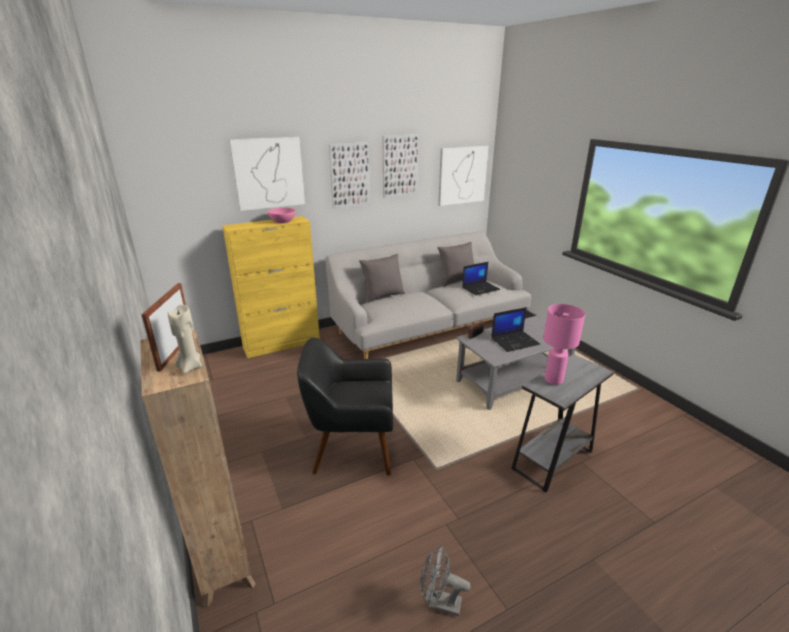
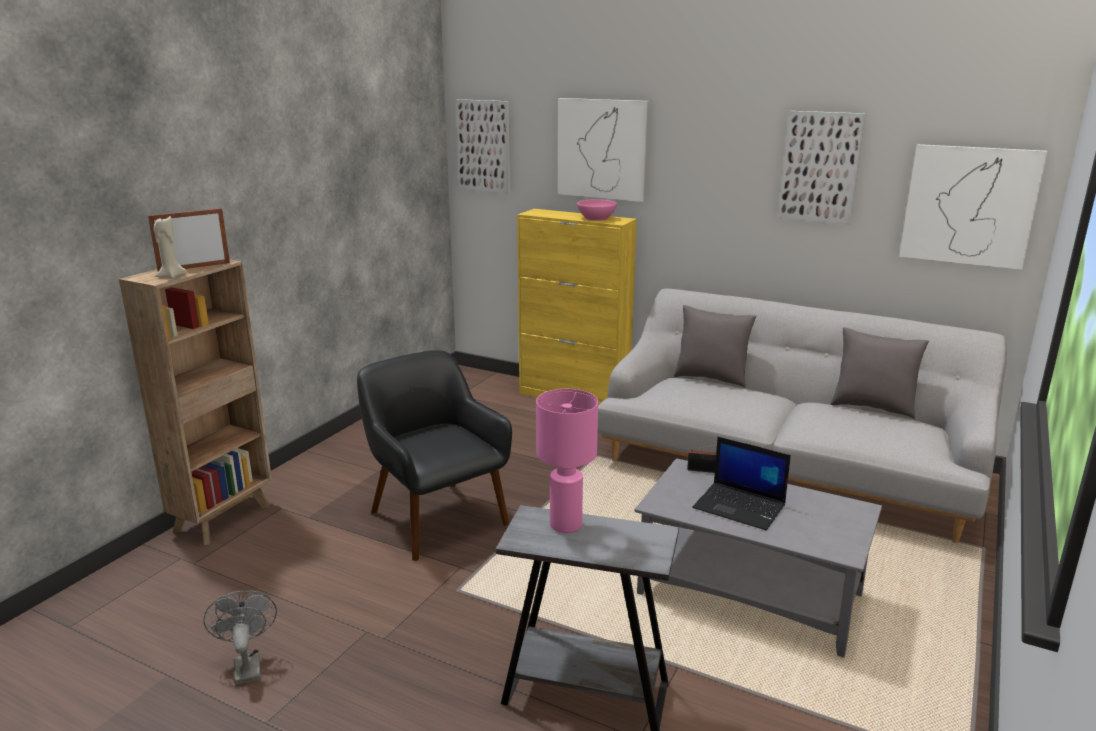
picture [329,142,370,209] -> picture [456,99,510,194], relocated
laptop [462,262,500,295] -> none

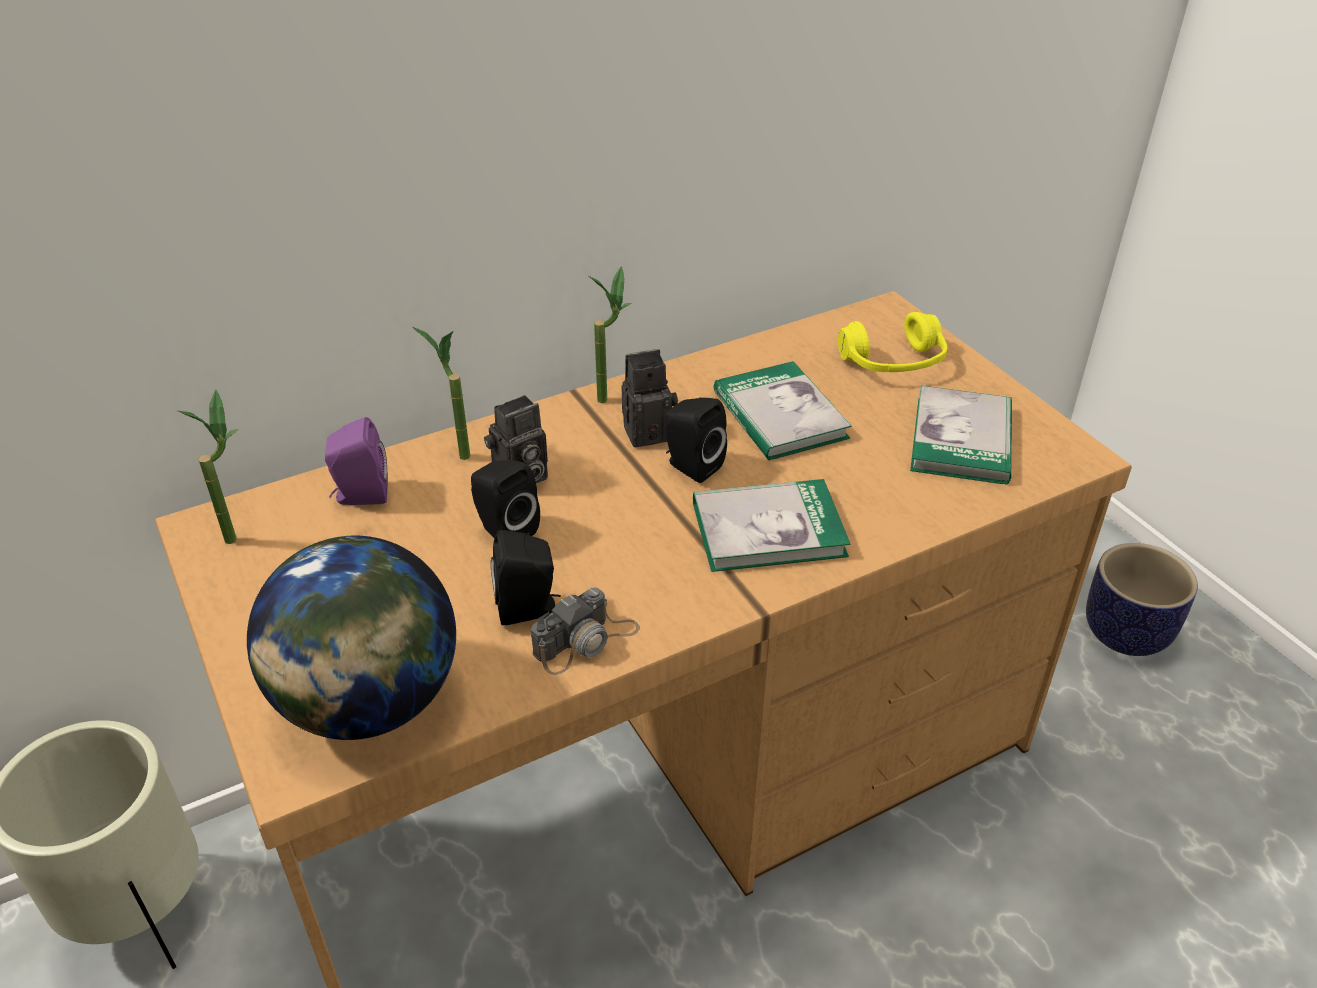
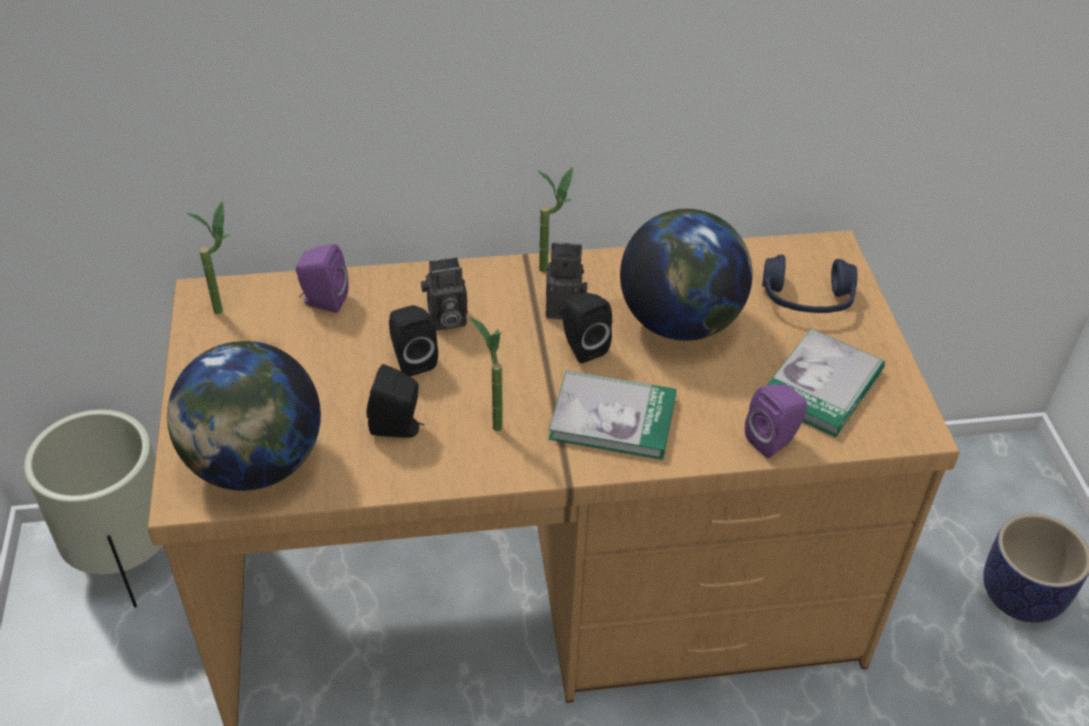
potted plant [413,327,470,460] -> potted plant [469,317,503,431], relocated
photo camera [531,588,640,675] -> none
book [714,361,852,461] -> globe [620,209,753,341]
yellow headphones [838,312,947,372] -> blue headphones [762,255,858,313]
none -> purple speaker [745,384,807,458]

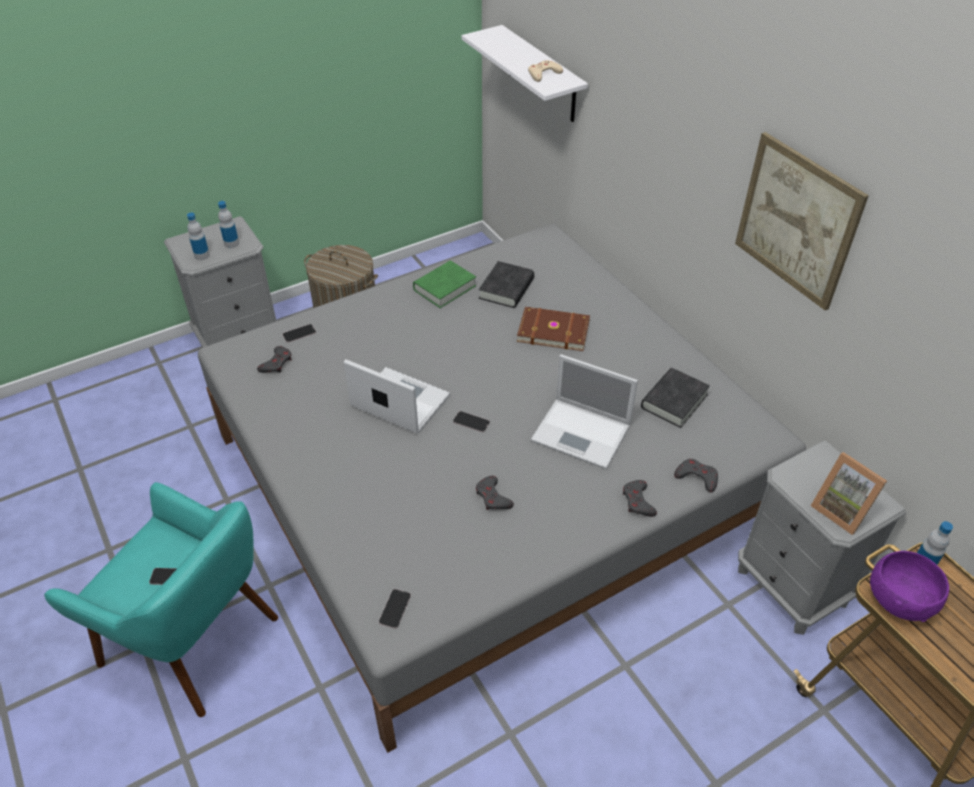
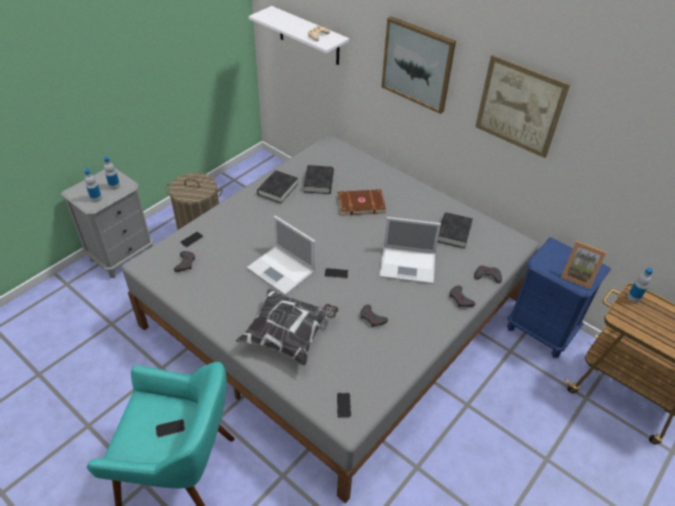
laptop [344,359,450,433] -> laptop [247,216,316,296], 150 degrees counterclockwise
green book [413,261,476,308] -> black book [257,170,298,203]
grey nightstand [738,441,906,635] -> blue nightstand [507,237,611,358]
purple bowl [870,551,949,622] -> none
none -> pillow [235,289,339,366]
none -> picture [381,16,456,114]

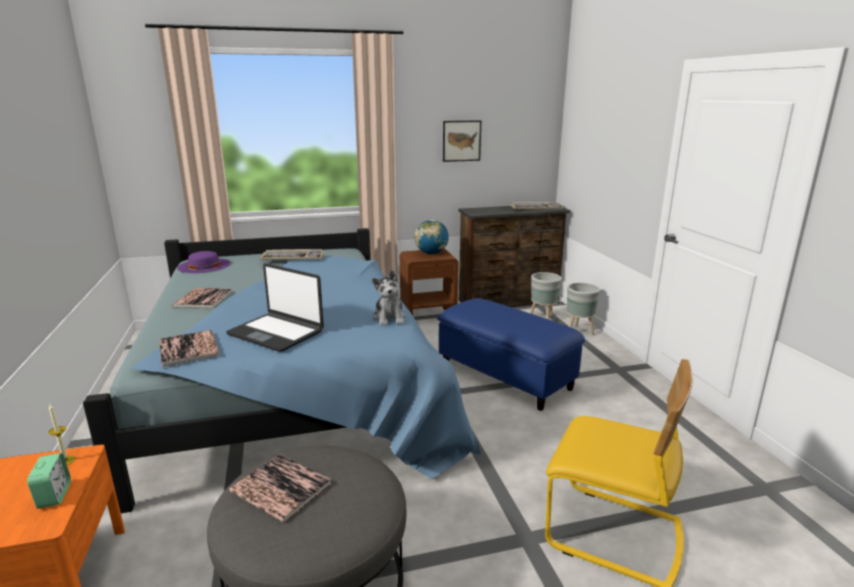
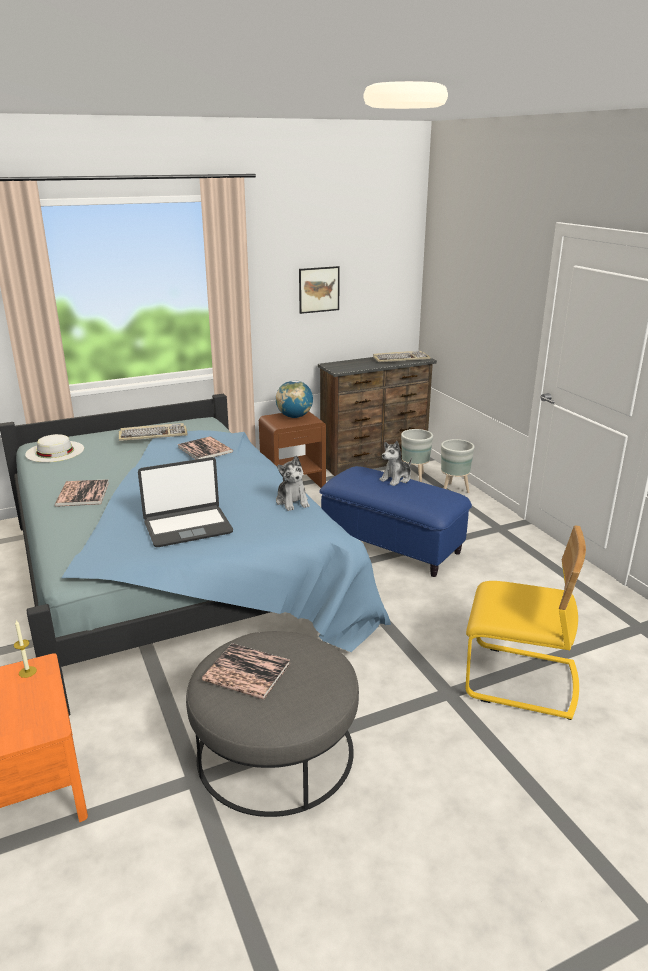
alarm clock [27,453,71,509] -> none
book [159,330,220,367] -> book [178,436,233,459], relocated
purple hat [177,251,231,273] -> white hat [25,434,84,462]
laptop [226,263,324,352] -> laptop [138,457,233,547], 45 degrees counterclockwise
none -> plush toy [379,441,412,486]

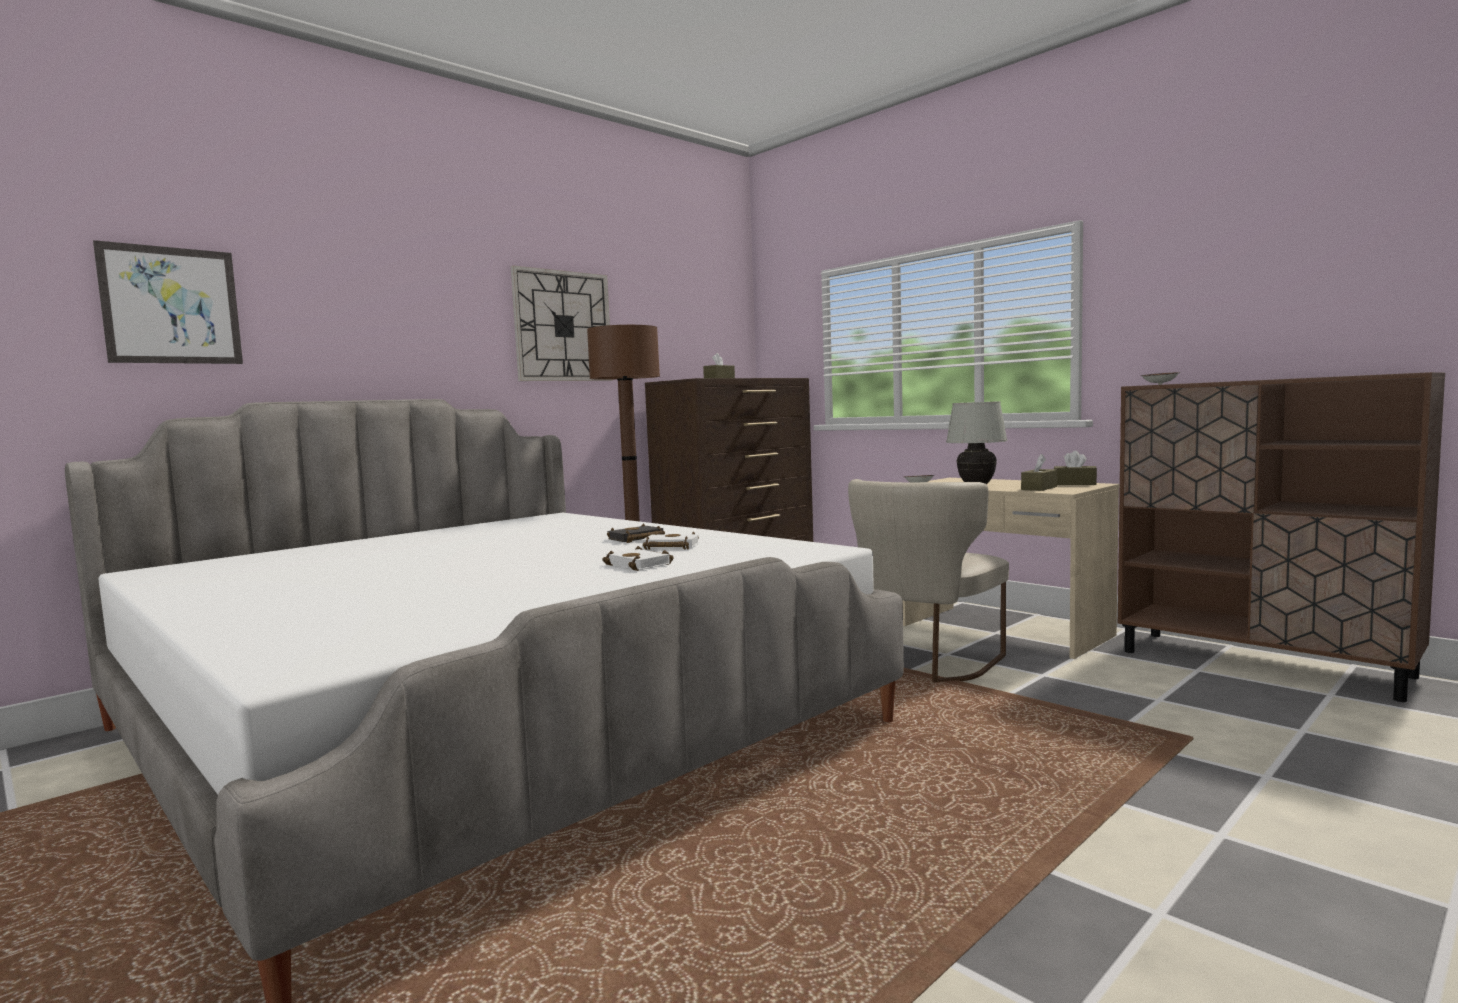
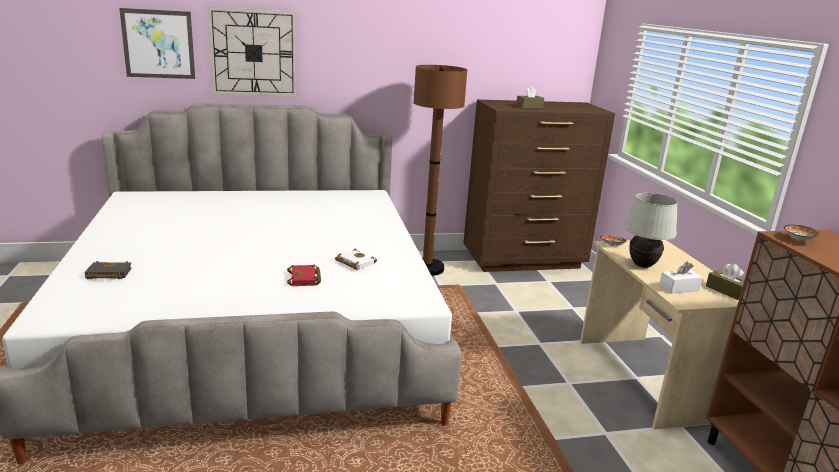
wall clock [511,266,613,381] -> wall clock [208,7,297,97], relocated
white book [602,546,674,571] -> red book [287,265,321,286]
black book [607,523,665,543] -> black book [85,261,132,279], relocated
beige chair [848,479,1009,682] -> none
brown tissue box [1021,454,1057,491] -> white tissue box [659,261,703,294]

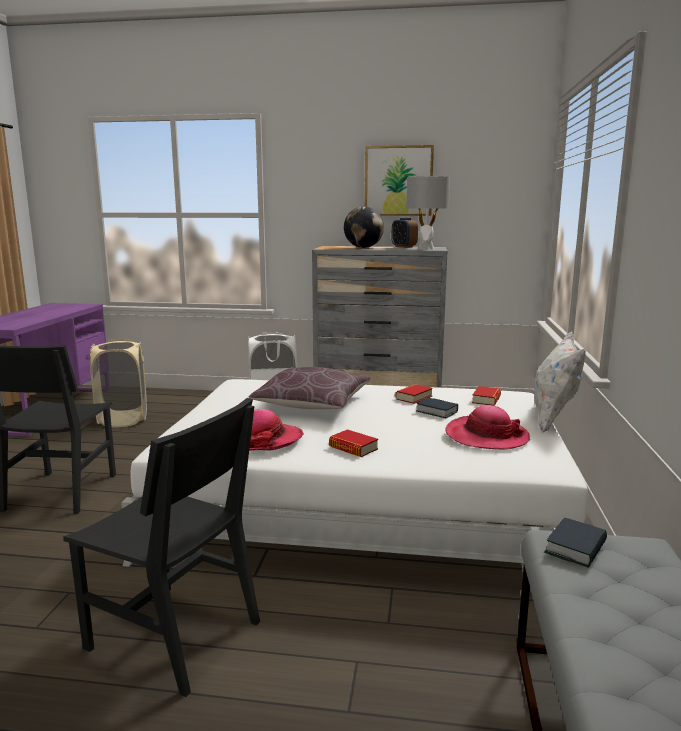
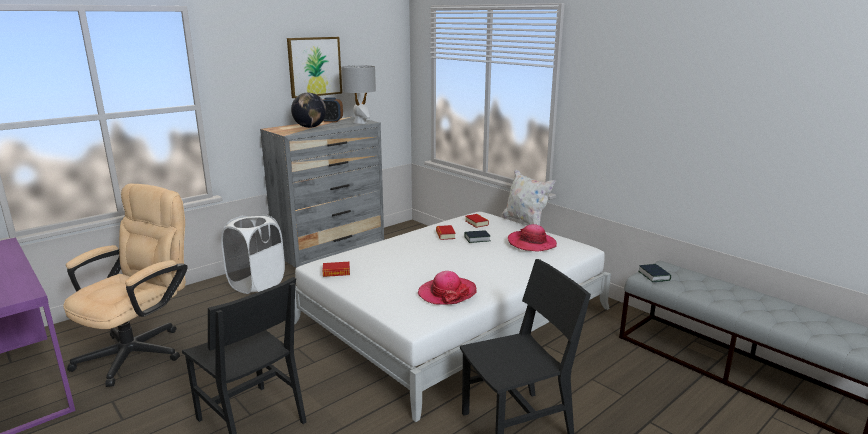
beige laundry basket [90,339,147,427] -> beige office chair [63,184,188,387]
brown pillow [248,367,371,409] -> none
book [329,429,378,457] -> book [323,262,350,277], relocated

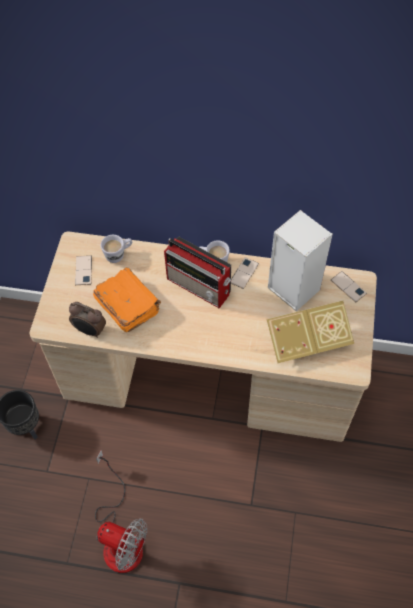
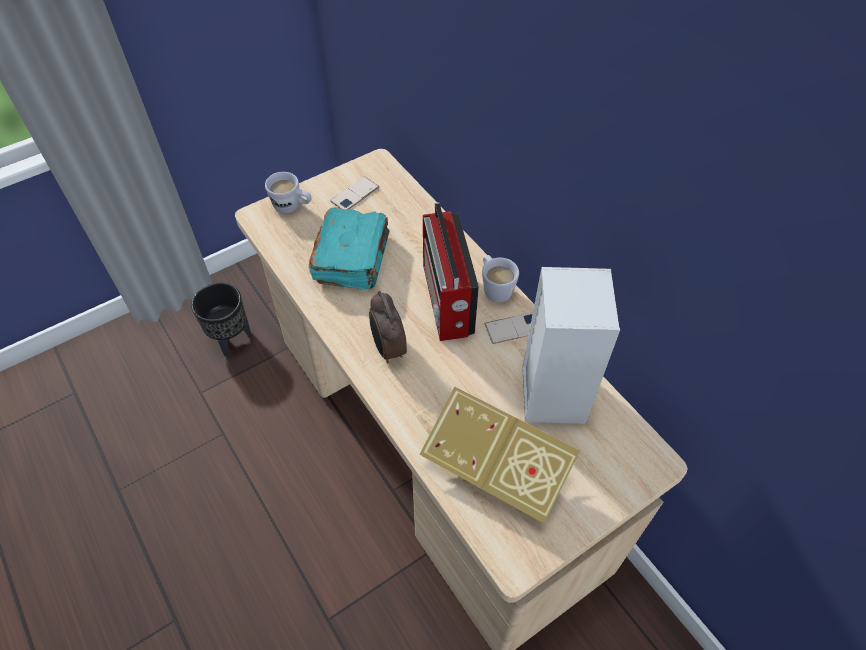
alarm clock [69,302,106,338] -> alarm clock [369,291,407,364], relocated
orange book [93,268,161,332] -> turquoise book [309,207,389,290]
fan [95,450,147,573] -> none
white mug [101,235,132,263] -> white mug [265,172,311,214], relocated
phone [331,271,367,302] -> none

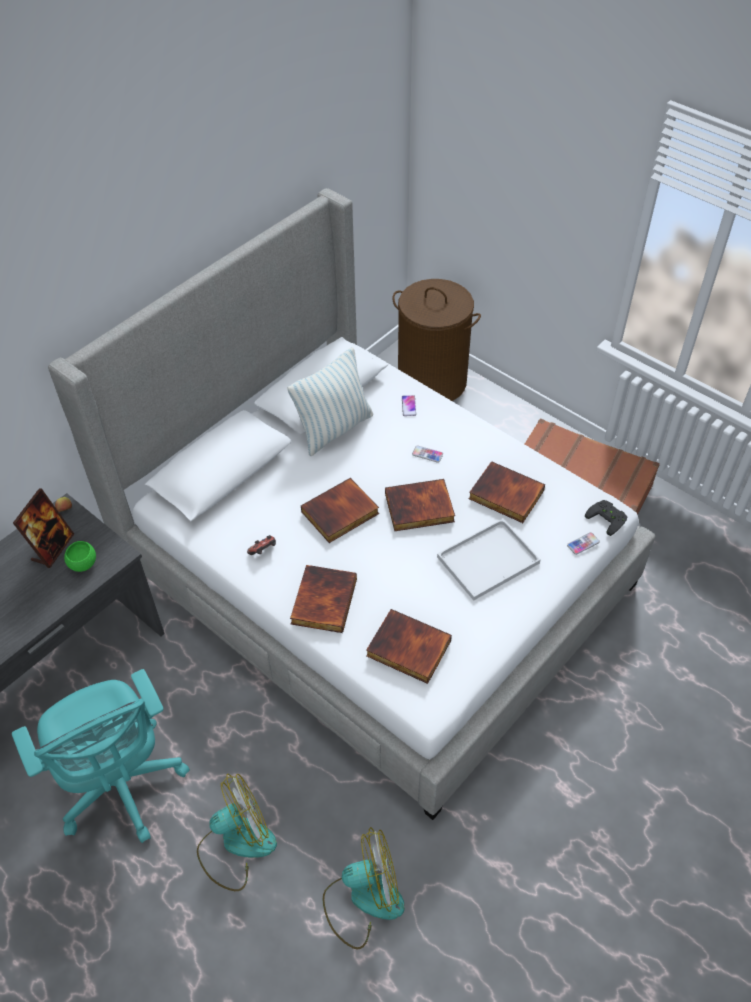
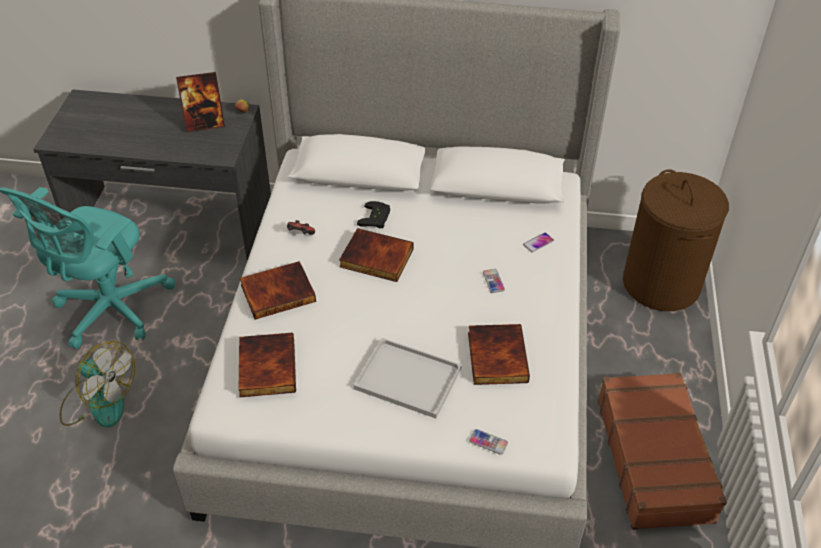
green bowl [64,541,96,572] -> none
pillow [287,347,373,456] -> none
fan [323,827,405,949] -> none
book [385,479,455,531] -> none
black game controller [585,500,628,536] -> black game controller [357,201,390,229], relocated

